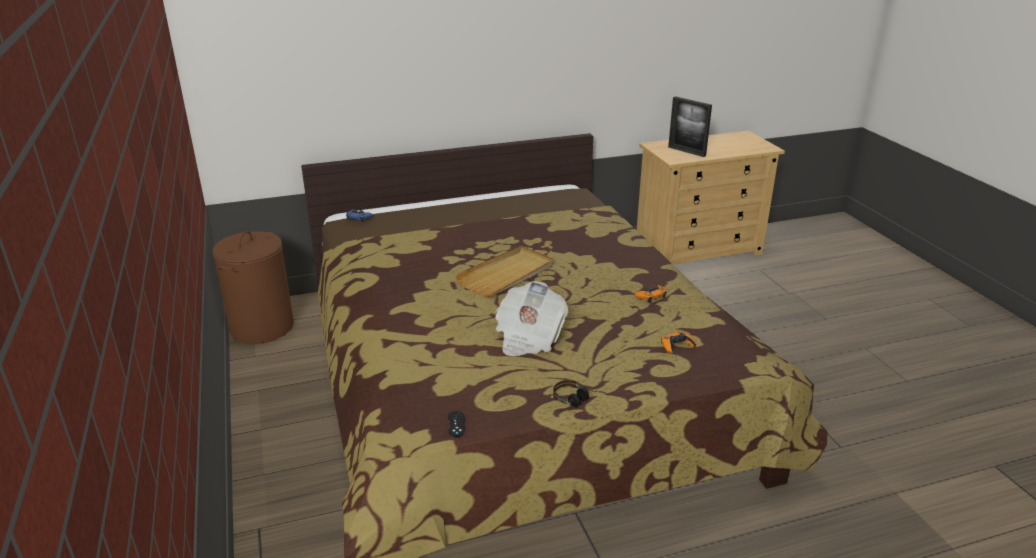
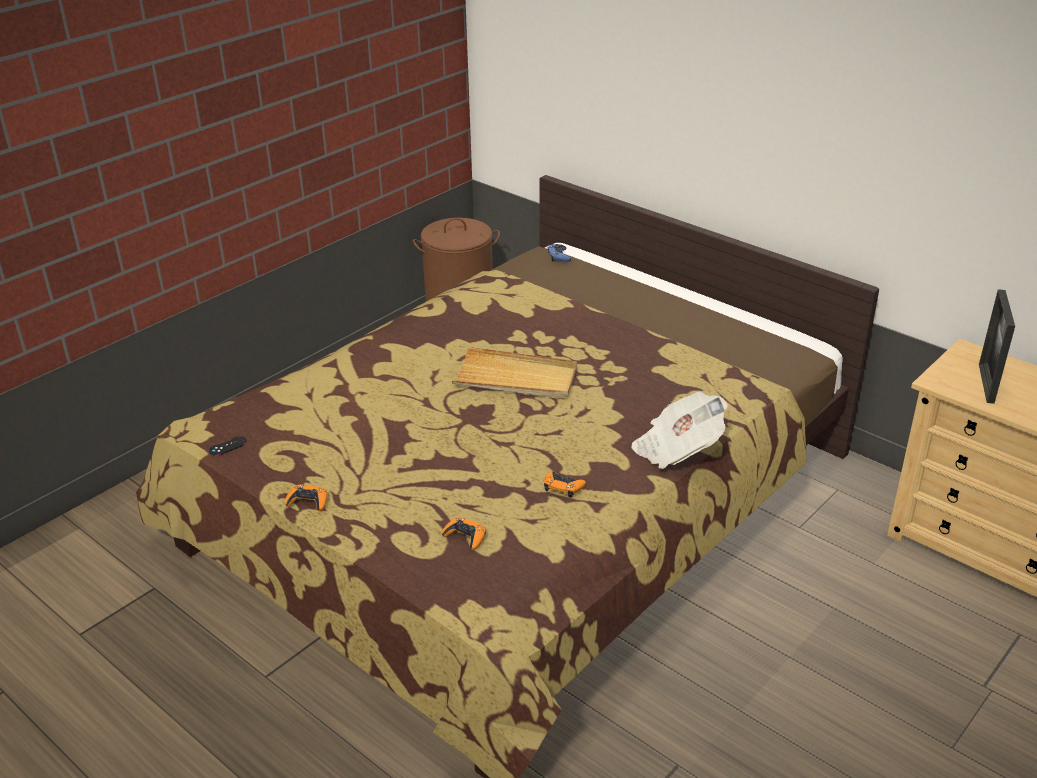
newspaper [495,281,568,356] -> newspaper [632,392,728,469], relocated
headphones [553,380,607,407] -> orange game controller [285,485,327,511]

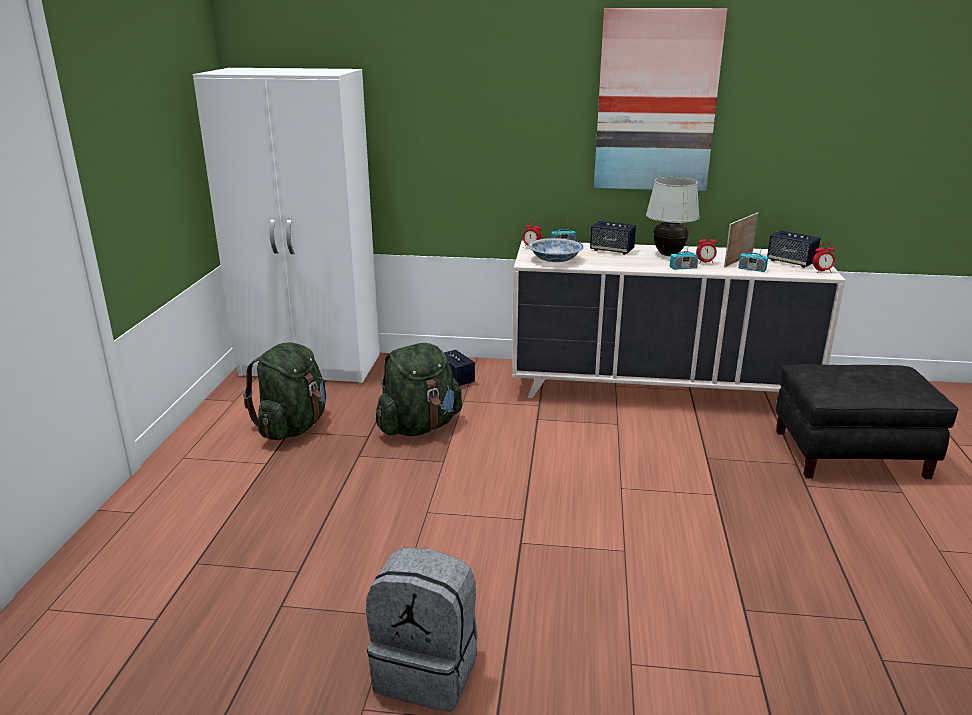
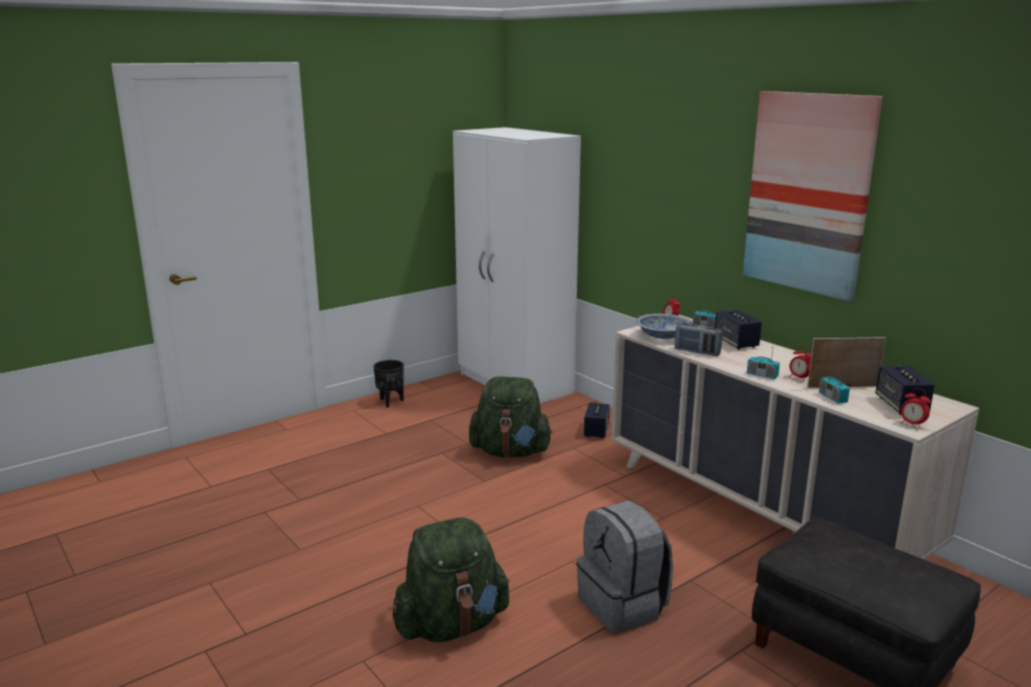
green backpack [243,343,326,440] -> green backpack [393,517,509,642], relocated
grey backpack [366,548,477,712] -> grey backpack [577,500,673,633], relocated
white table lamp [646,177,700,256] -> none
none -> black planter [373,360,404,408]
none -> radio [675,323,723,356]

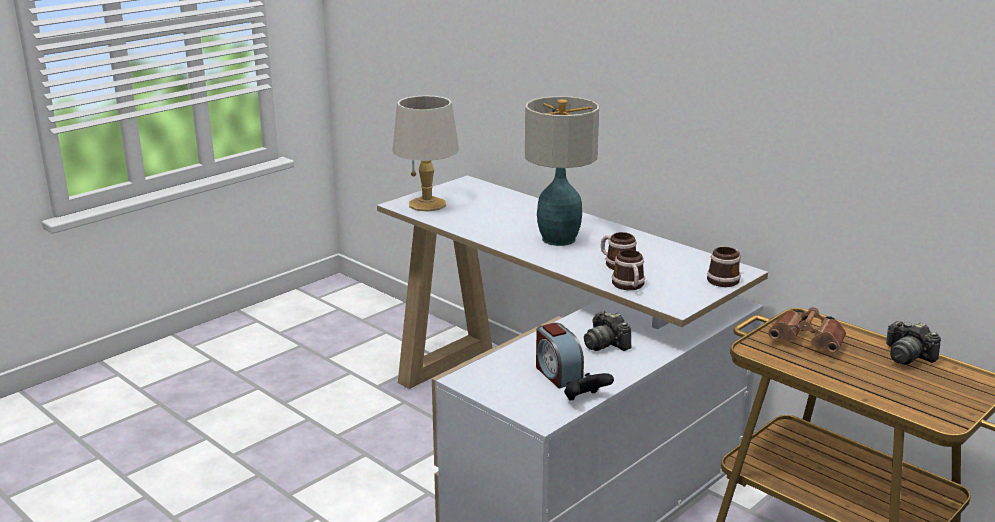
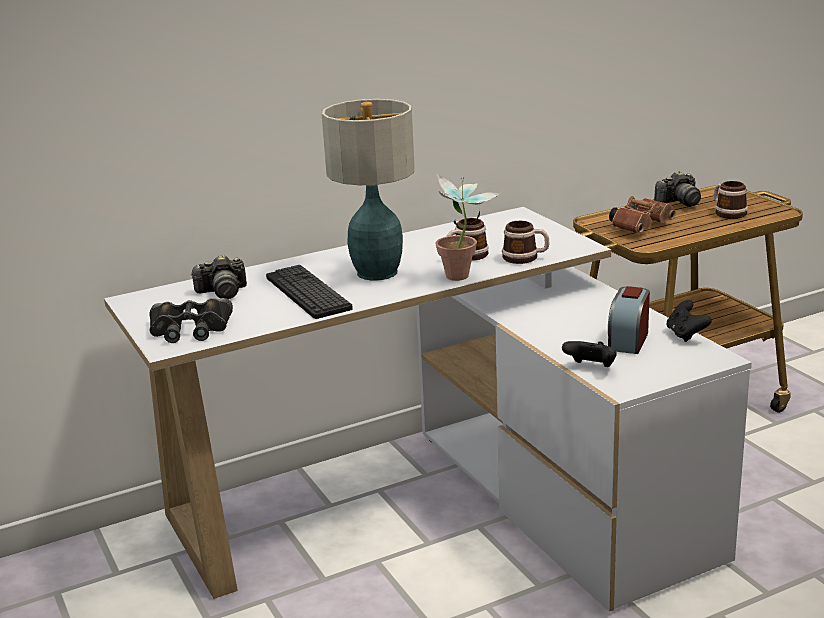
grey table lamp [392,95,459,212] -> black binoculars [149,298,233,343]
alarm clock [536,323,584,389] -> alarm clock [608,286,650,354], 120 degrees clockwise
photo camera [584,311,631,351] -> photo camera [190,255,247,299], relocated
mug [707,247,741,287] -> mug [714,181,748,219], relocated
none -> keyboard [266,265,353,319]
none -> potted plant [436,174,500,281]
none -> black game controller [562,341,617,367]

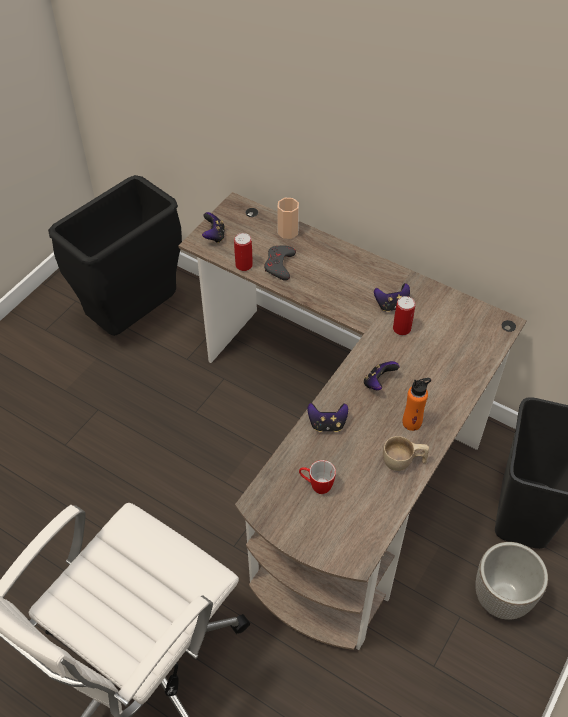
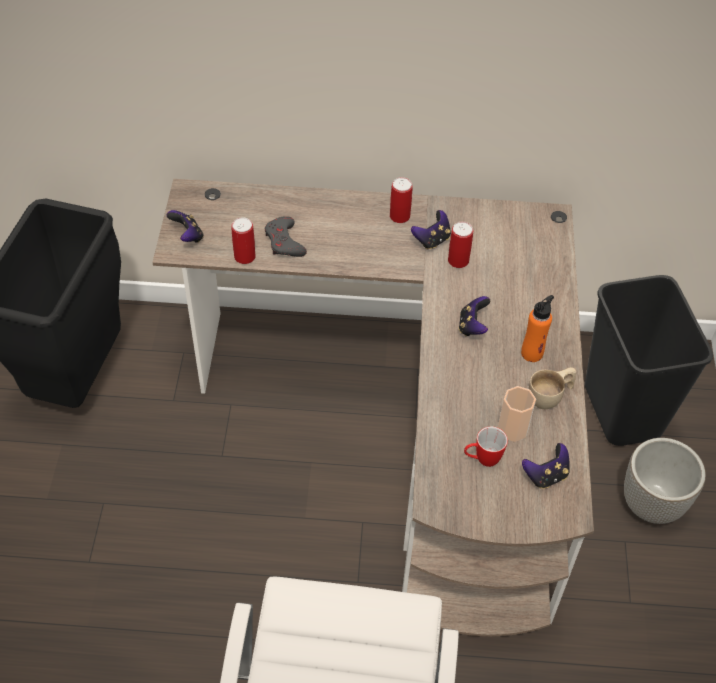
cup [277,198,299,239] -> cup [498,386,536,442], relocated
game controller [308,403,348,432] -> game controller [522,443,570,489], relocated
none -> can [390,177,413,223]

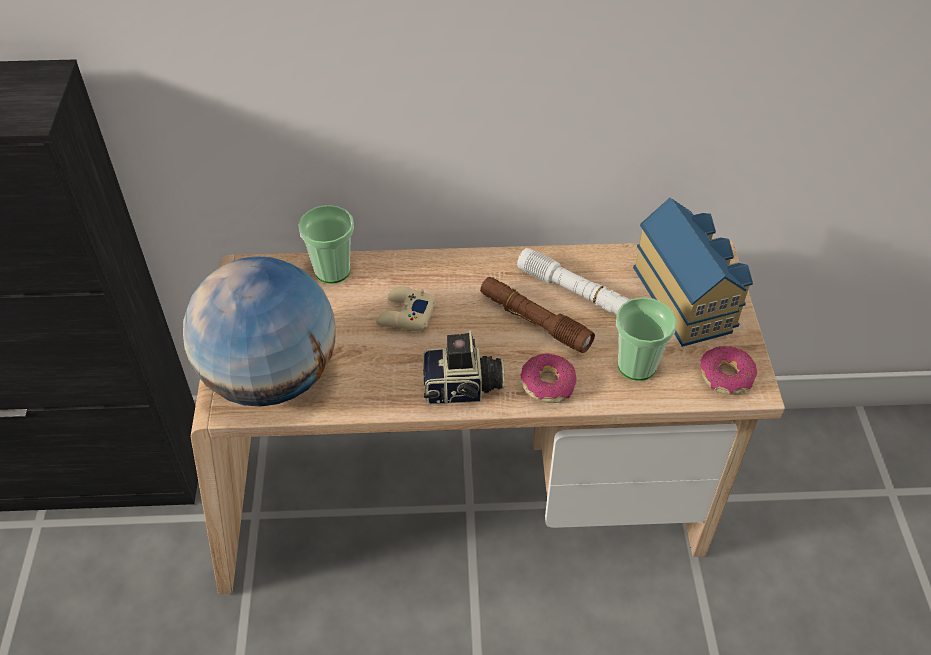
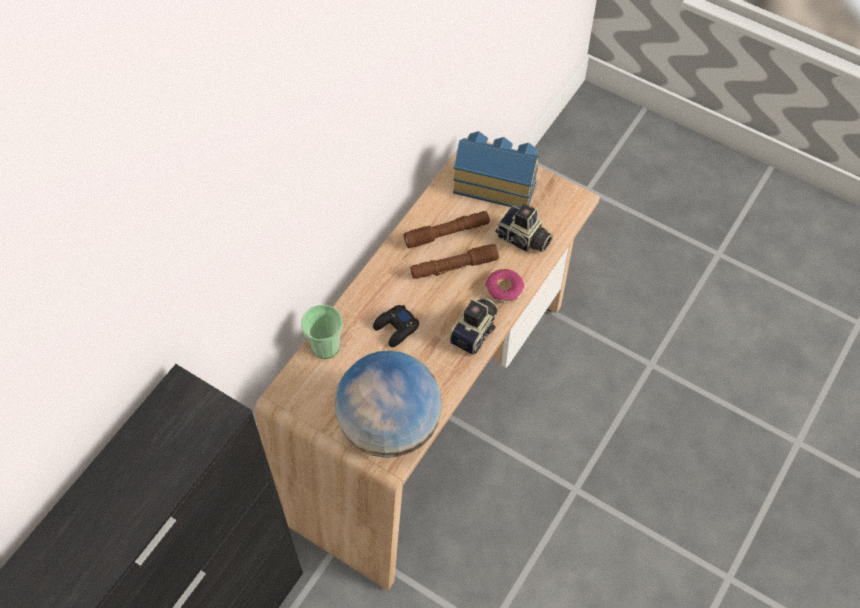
beige game controller [376,286,436,331] -> black game controller [373,305,419,347]
white flashlight [517,248,630,315] -> brown flashlight [404,211,490,248]
cup [616,297,677,381] -> photo camera [495,204,553,253]
donut [700,346,757,395] -> none

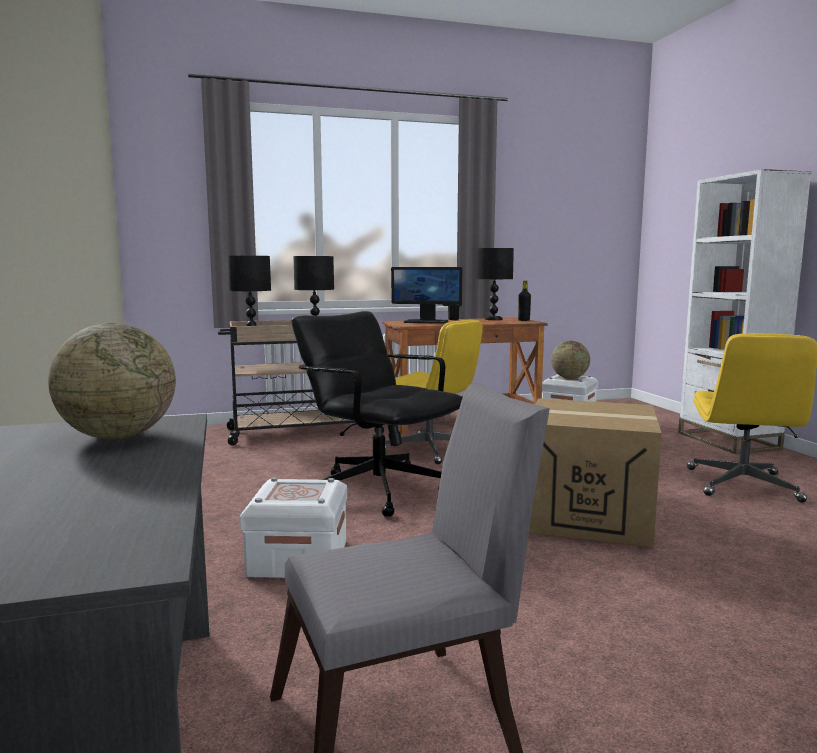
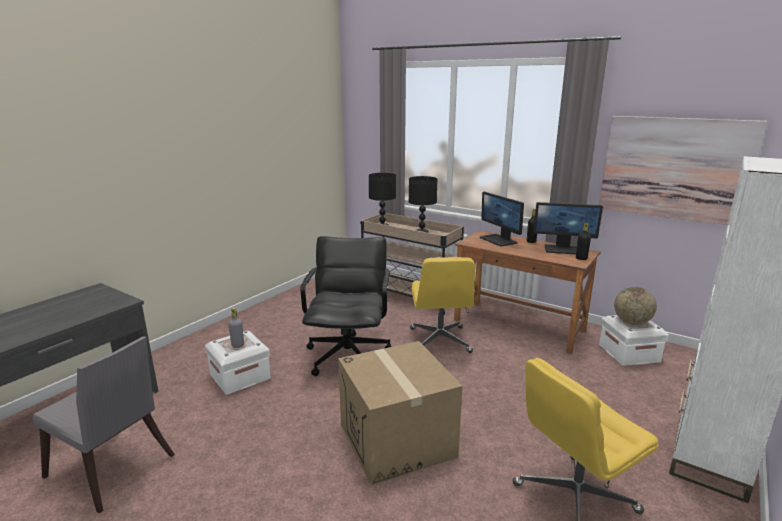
globe [48,323,176,439] -> none
black table lamp [476,248,514,320] -> monitor [533,202,603,254]
none -> grey bottle [228,308,244,348]
none -> picture [599,116,767,225]

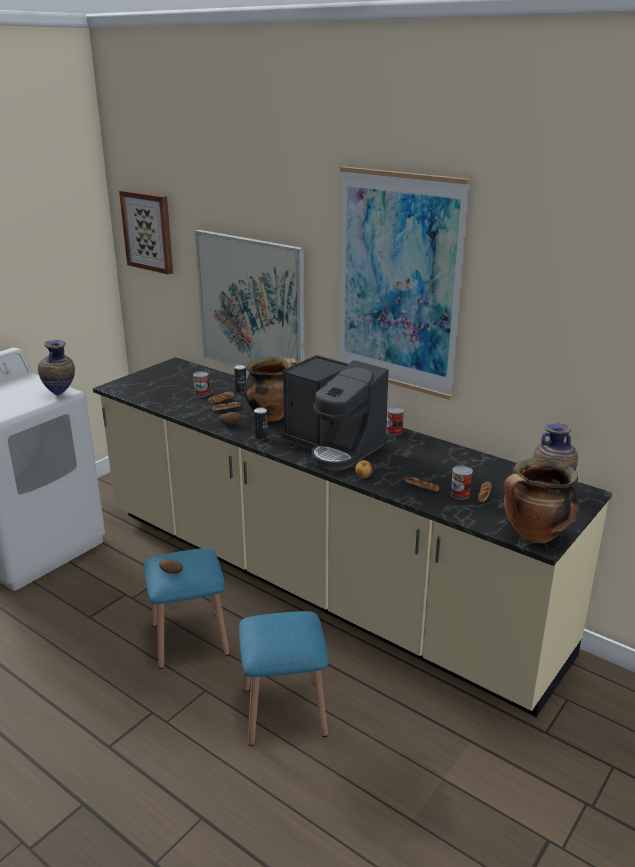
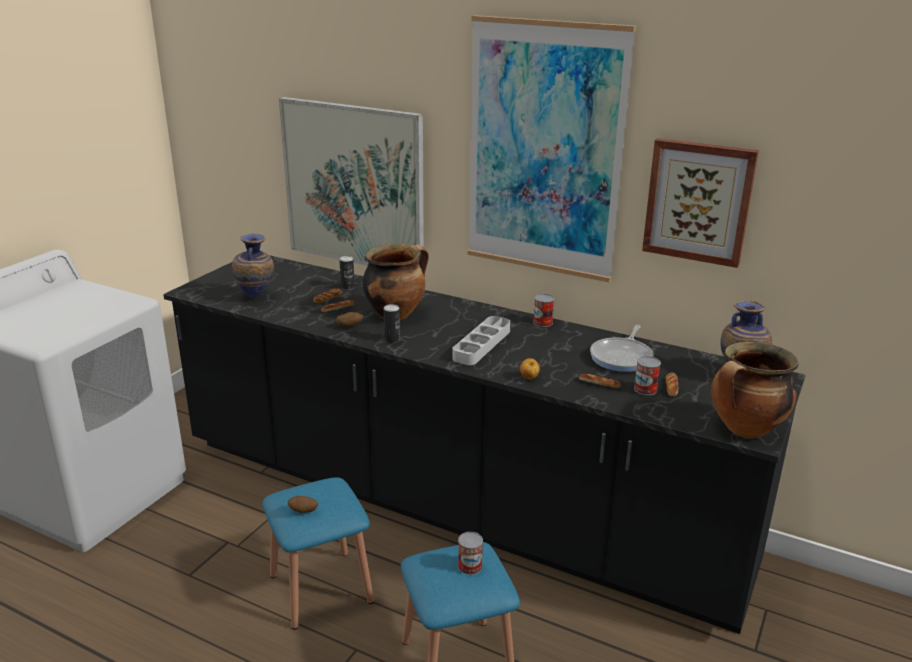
vase [38,340,75,395] -> vase [232,233,274,298], relocated
beige counter [93,357,612,717] -> black counter [163,255,805,634]
picture [119,190,173,275] -> picture [642,138,759,268], relocated
can [193,371,210,397] -> can [458,532,483,575], relocated
coffee machine [281,355,389,471] -> grey tray [452,316,510,365]
none -> frying pan [590,325,654,372]

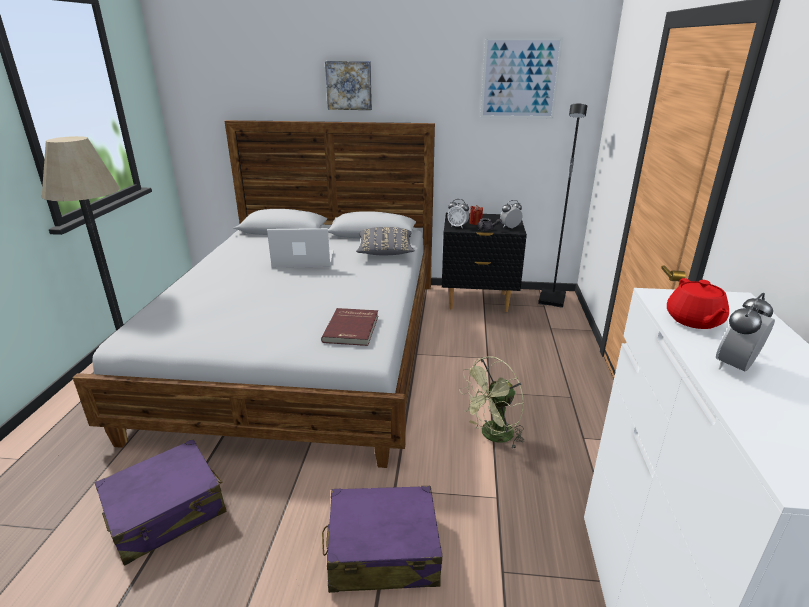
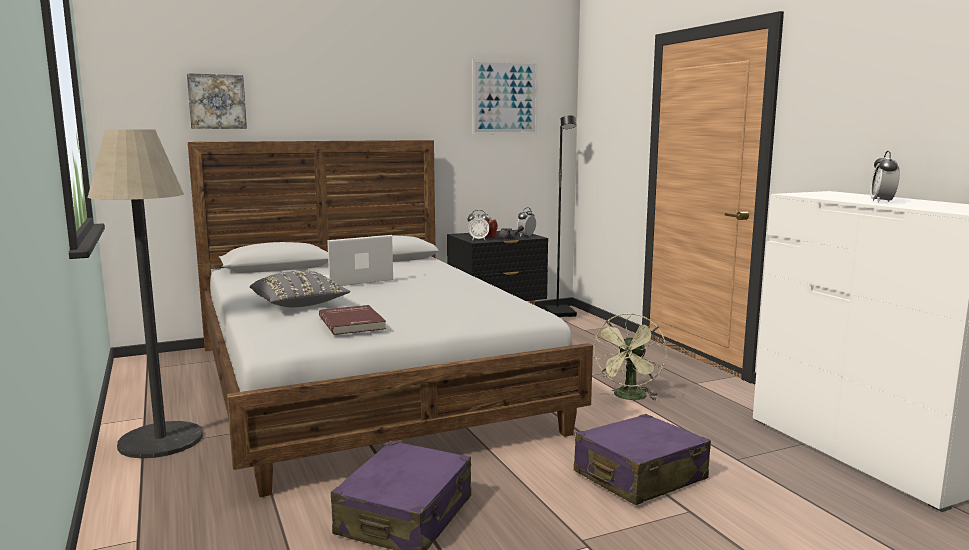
red book [321,308,378,346] -> red book [319,305,386,335], relocated
picture [325,61,372,110] -> picture [187,73,247,129], relocated
grey pillow [356,227,415,255] -> grey pillow [250,271,350,307], relocated
red teapot [667,278,729,329] -> none

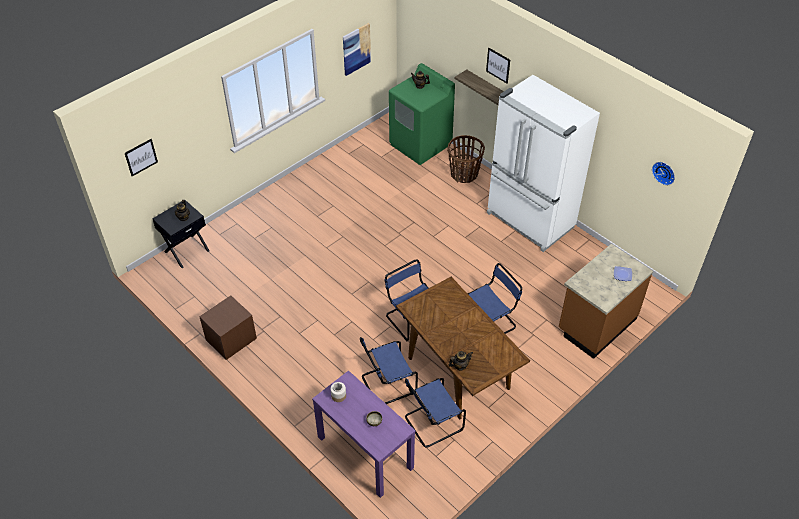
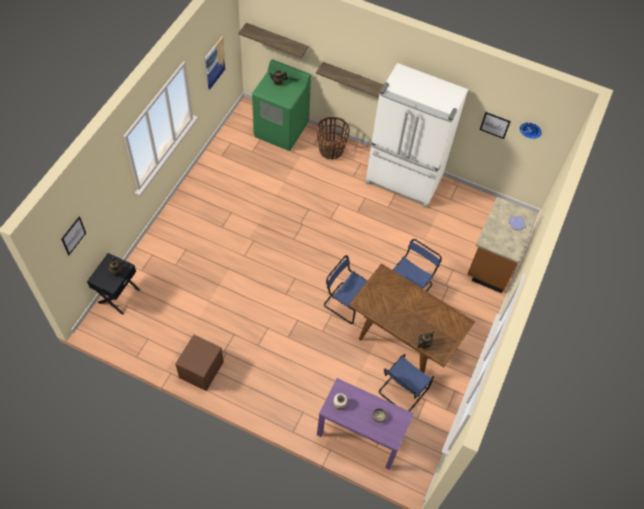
blue chair [360,337,418,404] -> none
picture [486,48,510,84] -> picture [480,112,511,139], relocated
none -> shelf [238,23,309,58]

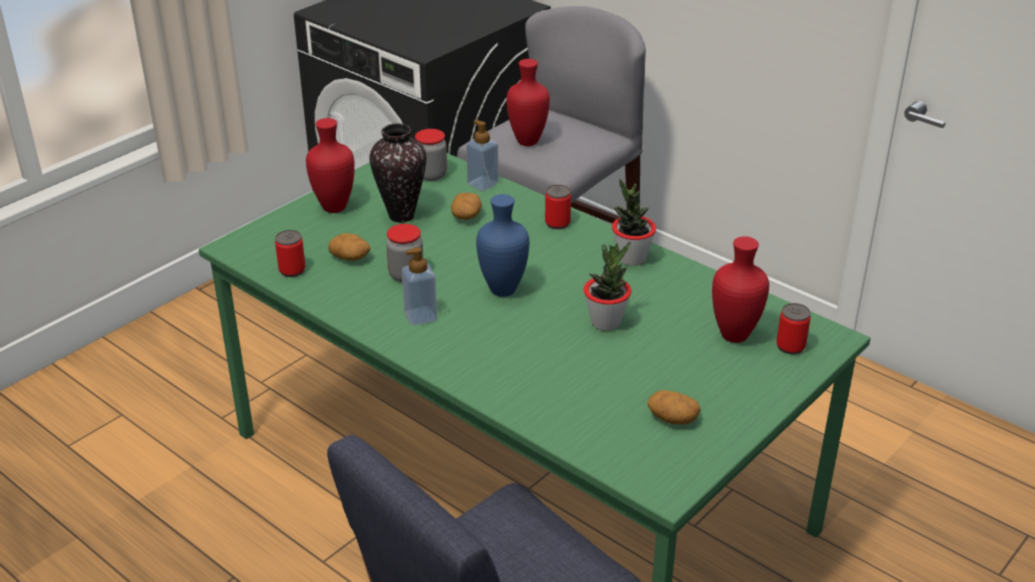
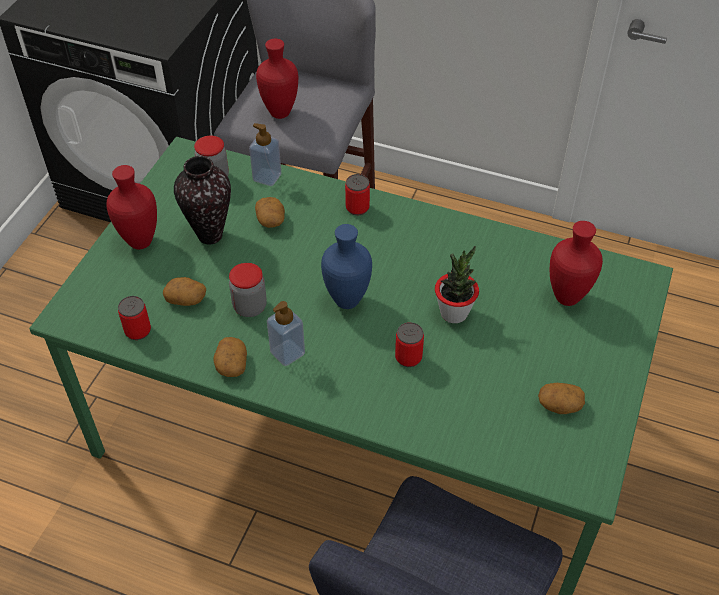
potted plant [612,178,656,266] -> none
can [776,303,811,354] -> can [395,322,424,367], relocated
none -> potato [213,337,247,377]

